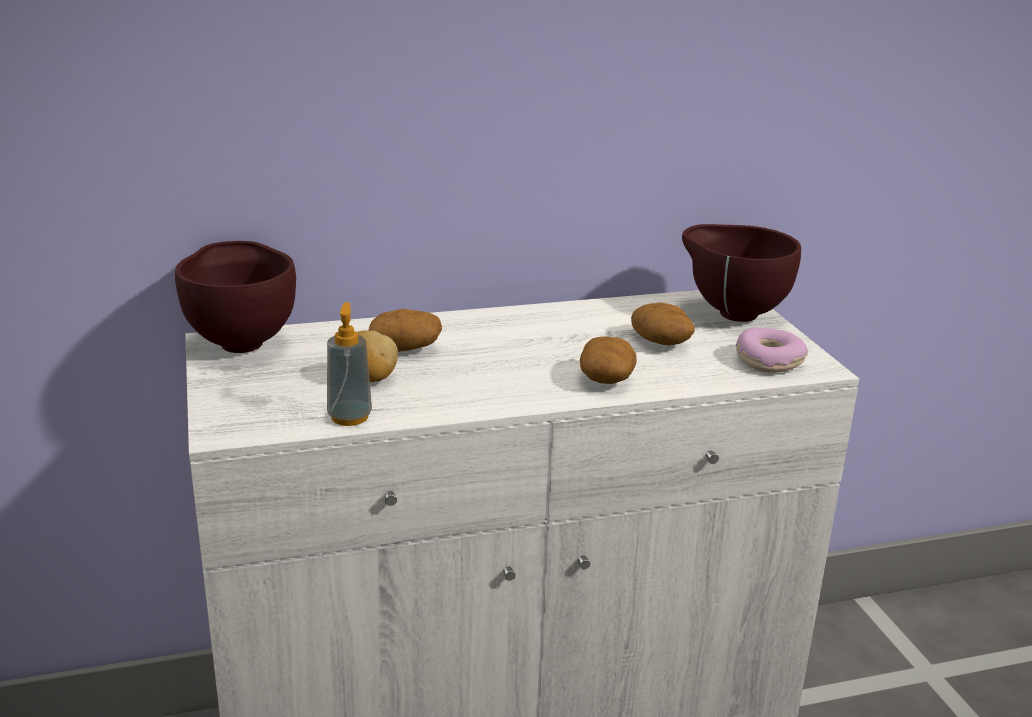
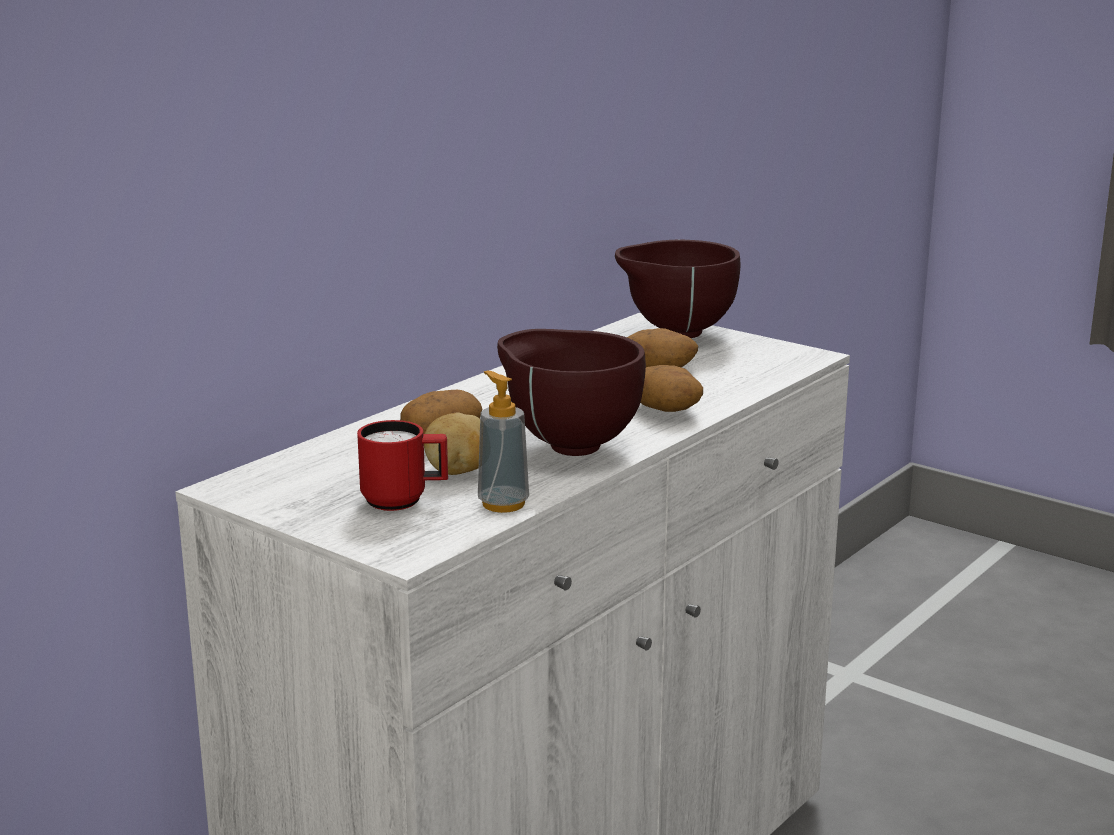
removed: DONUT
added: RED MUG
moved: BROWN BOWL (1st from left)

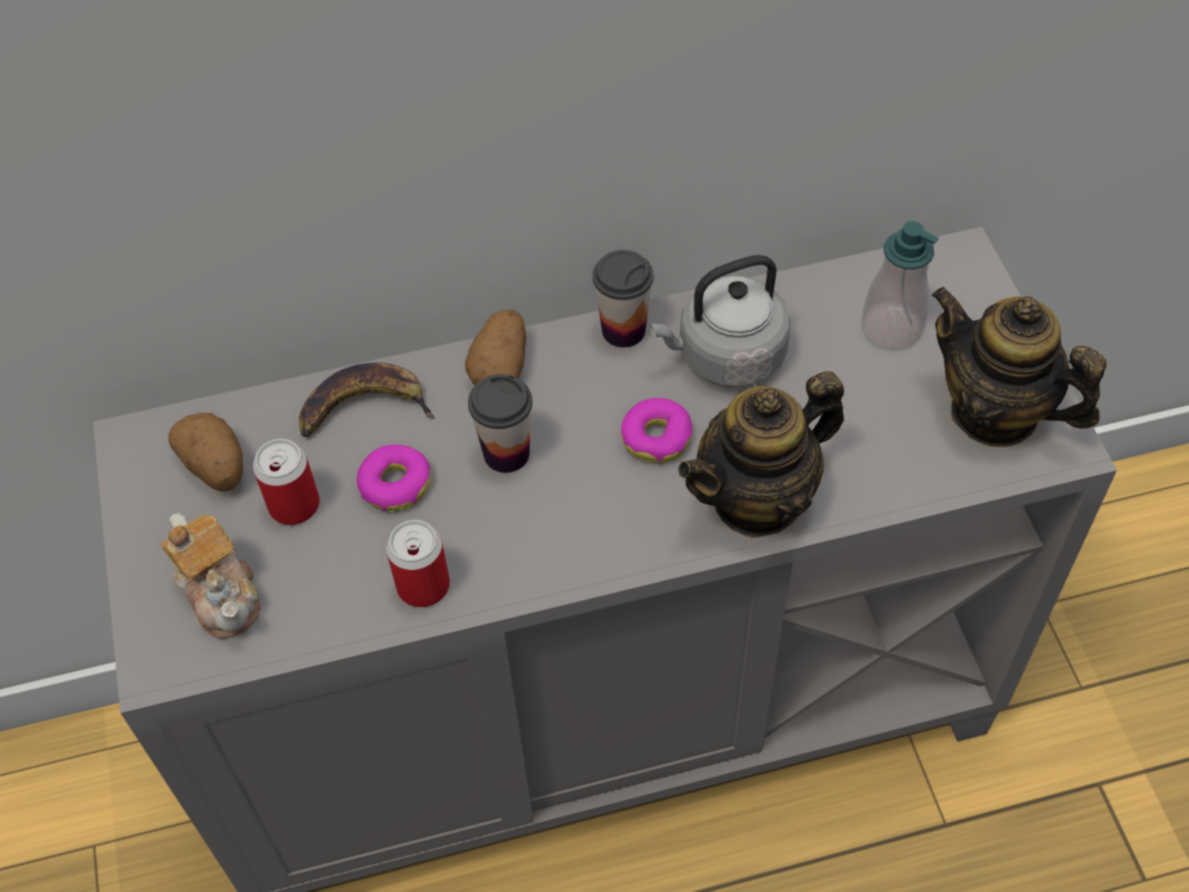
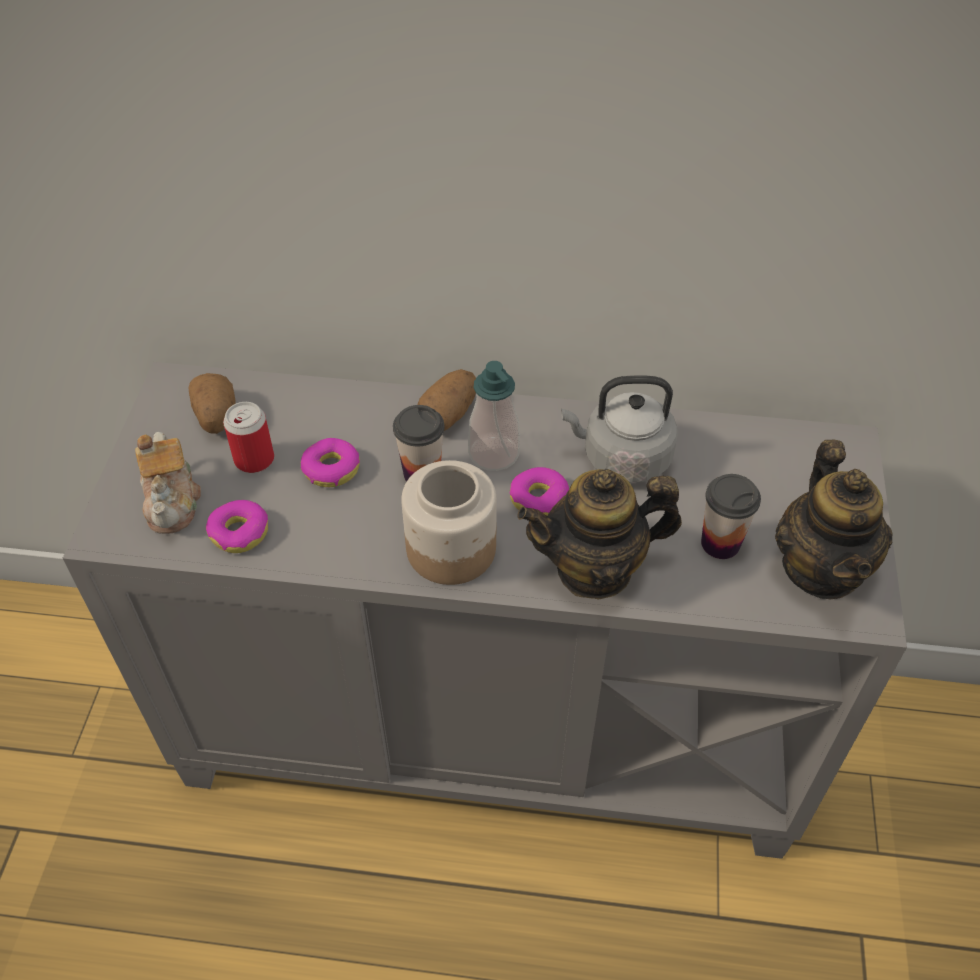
removed: BANANA; CAN (2nd from left)
added: DONUT (1st from left); JAR
moved: CUP (2nd from left); SOAP DISPENSER
turned: TEAPOT (3rd from left) 150 degrees counterclockwise

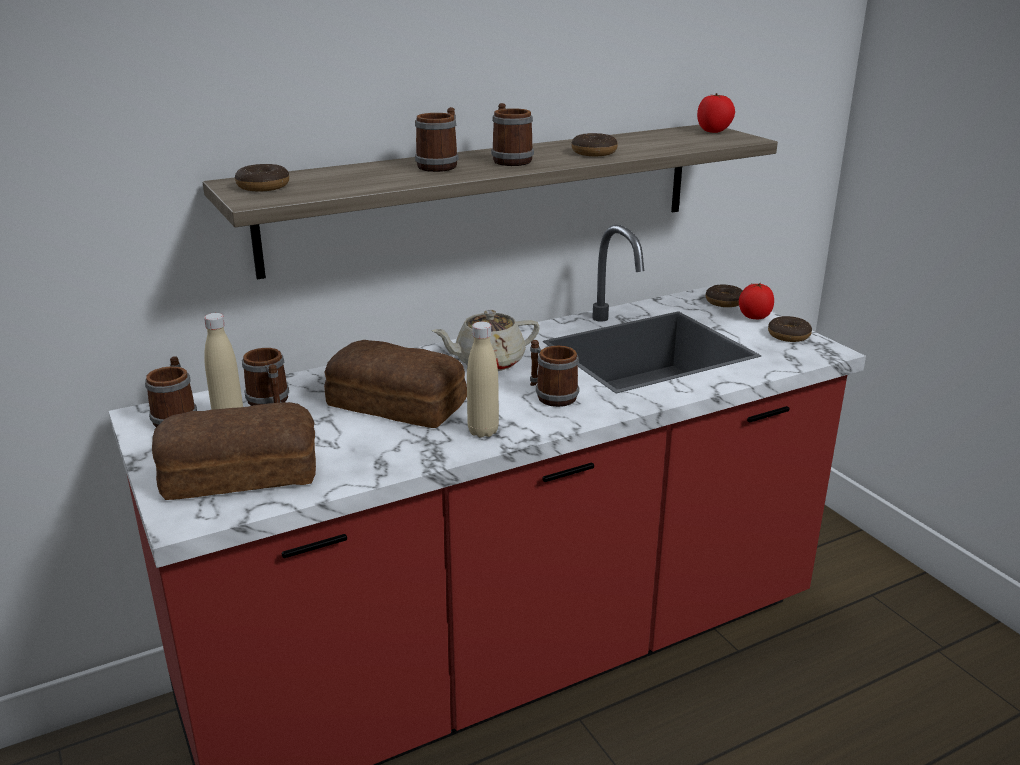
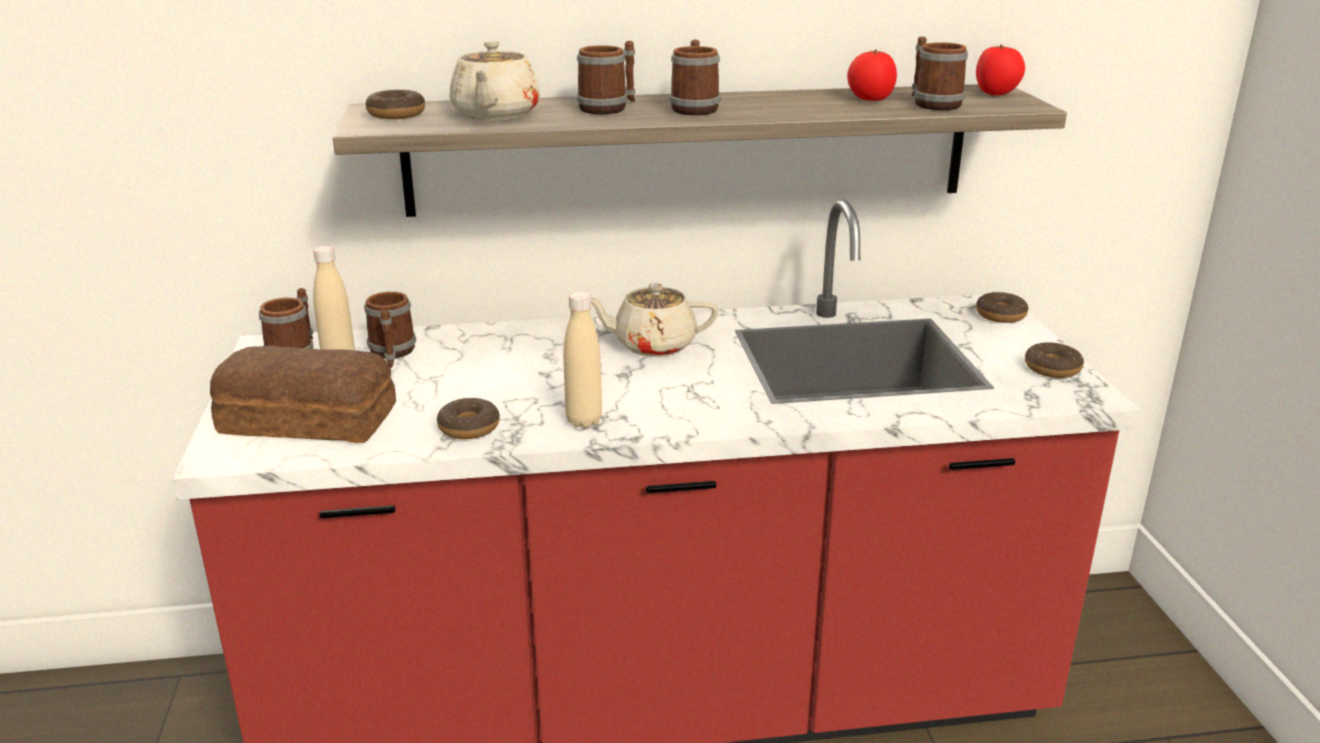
removed: BREAD (2nd from left)
added: BEIGE TEAPOT (1st from left)
moved: MUG (5th from left); DONUT (2nd from left); TOMATO (2nd from left in the first image) to TOMATO (1st from left)

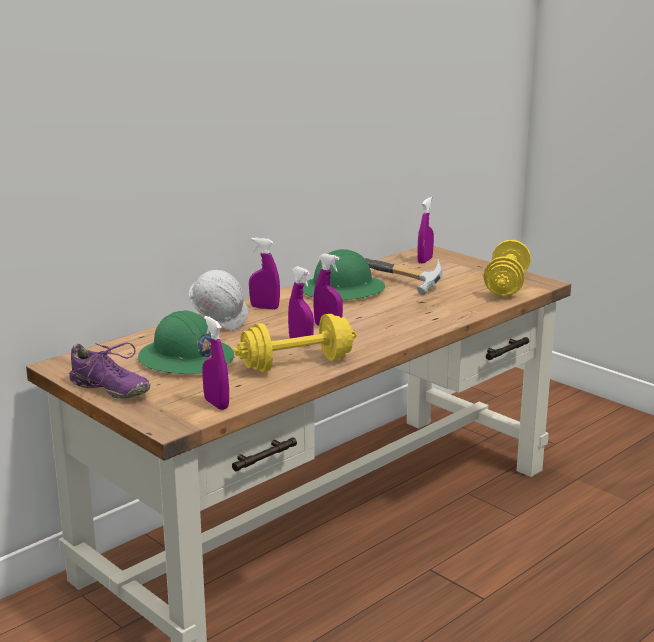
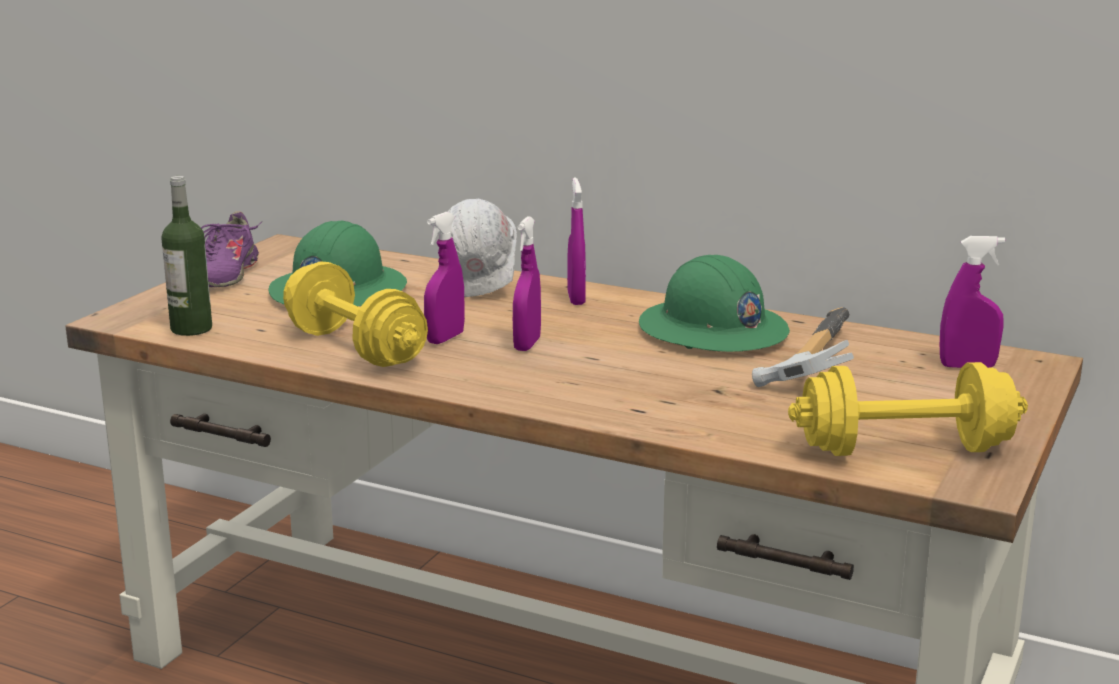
replaced: PURPLE SPRAY BOTTLE (1st from left) to BOTTLE

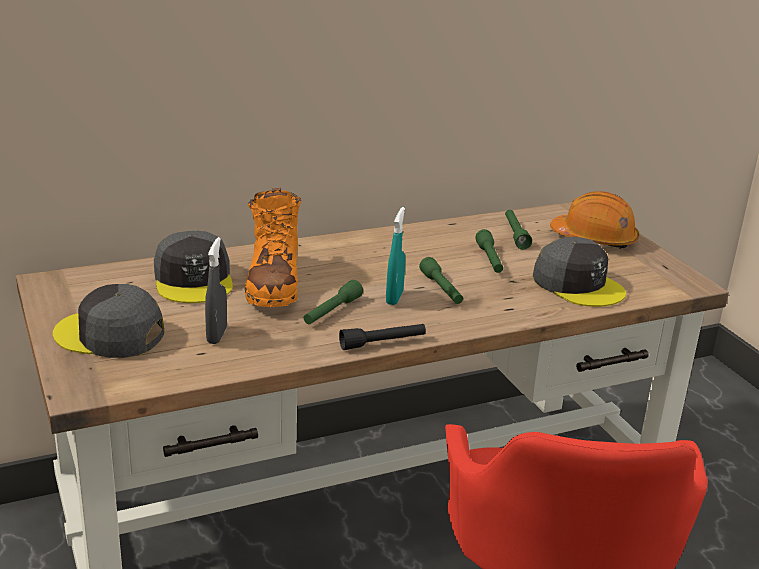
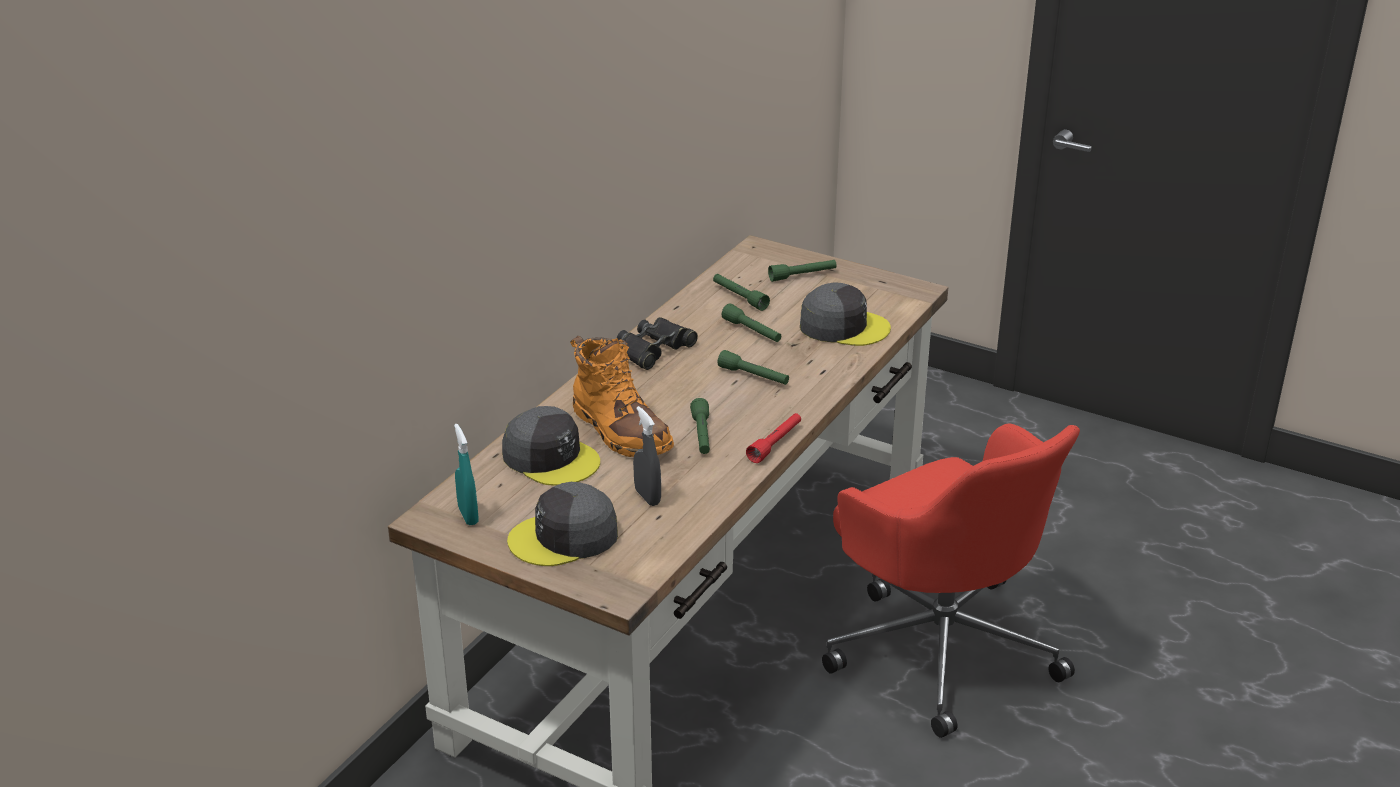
added: BLACK BINOCULARS
moved: TURQUOISE SPRAY BOTTLE
replaced: ORANGE HARD HAT to GREEN FLASHLIGHT (5th from left)
recoloured: BLACK FLASHLIGHT to RED FLASHLIGHT

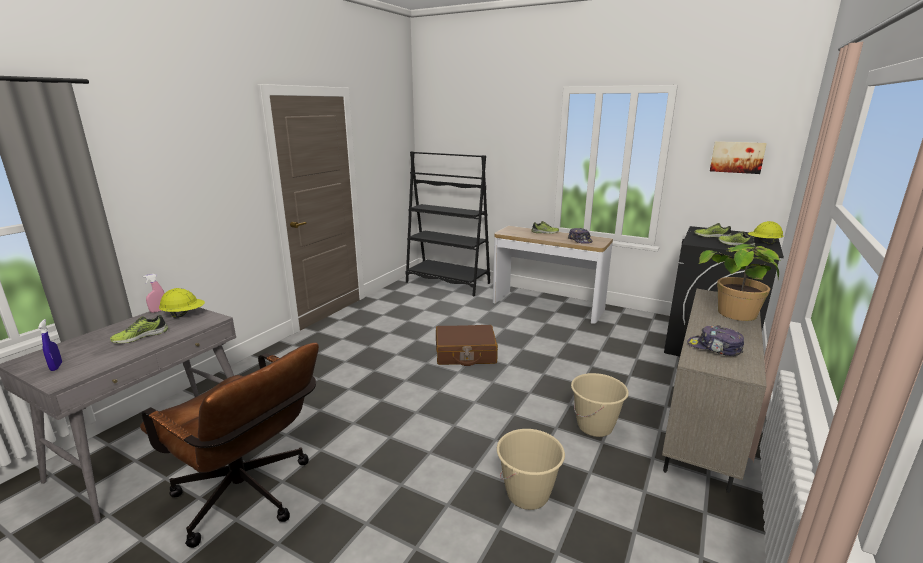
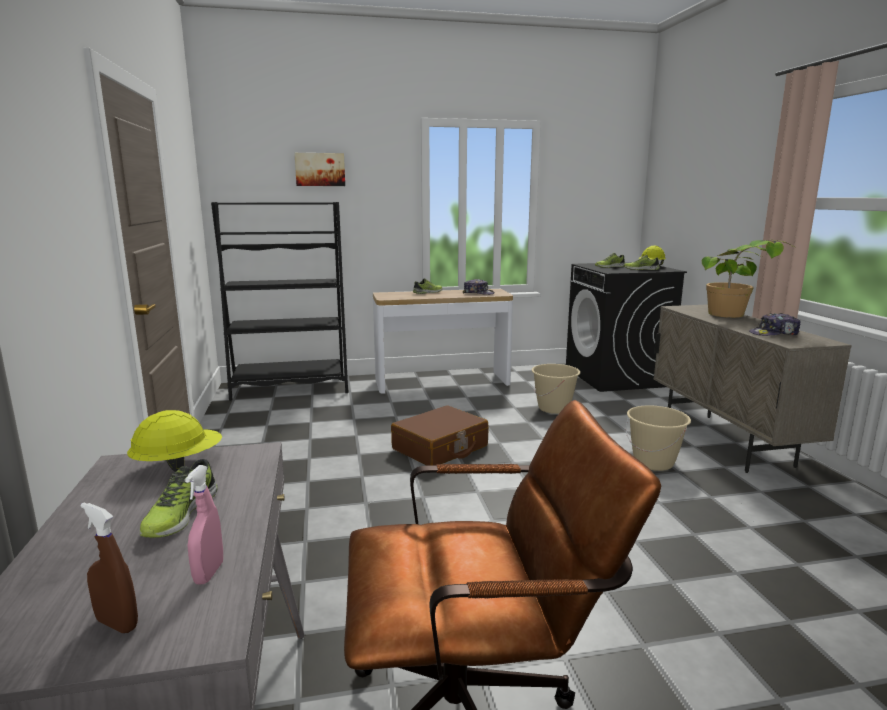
moved: PINK SPRAY BOTTLE; BEIGE BUCKET (1st from left); PICTURE
recoloured: BLUE SPRAY BOTTLE to BROWN SPRAY BOTTLE

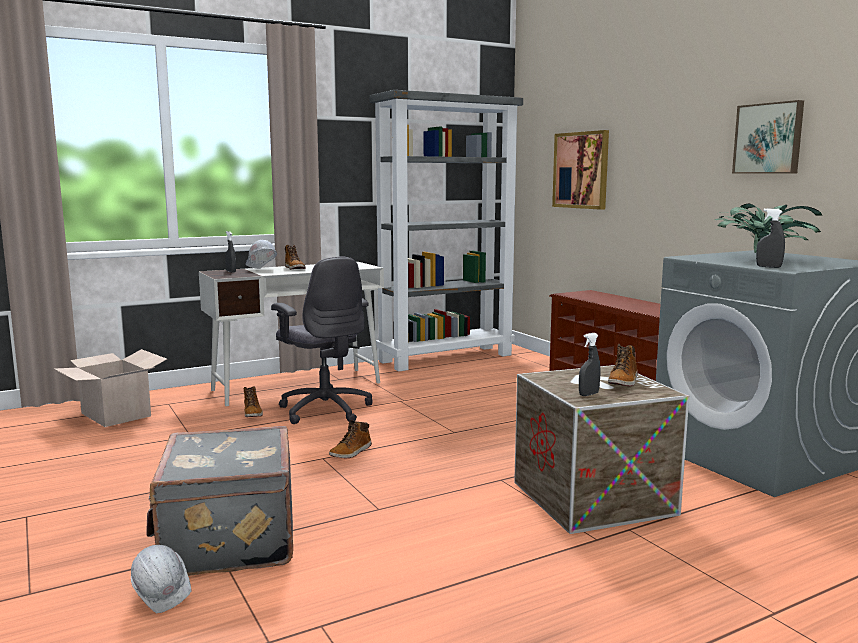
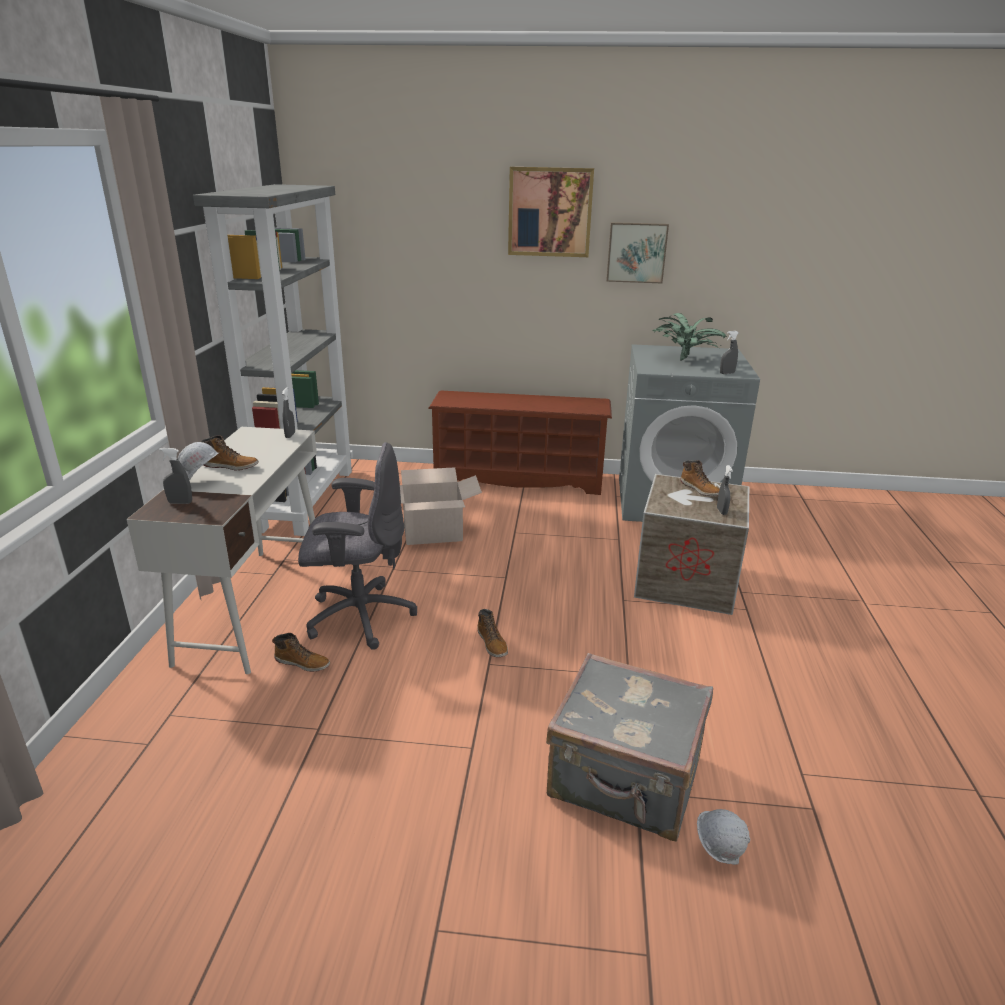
added: GREY SPRAY BOTTLE (2nd from left)
moved: CARDBOARD BOX; PICTURE (1st from left)

